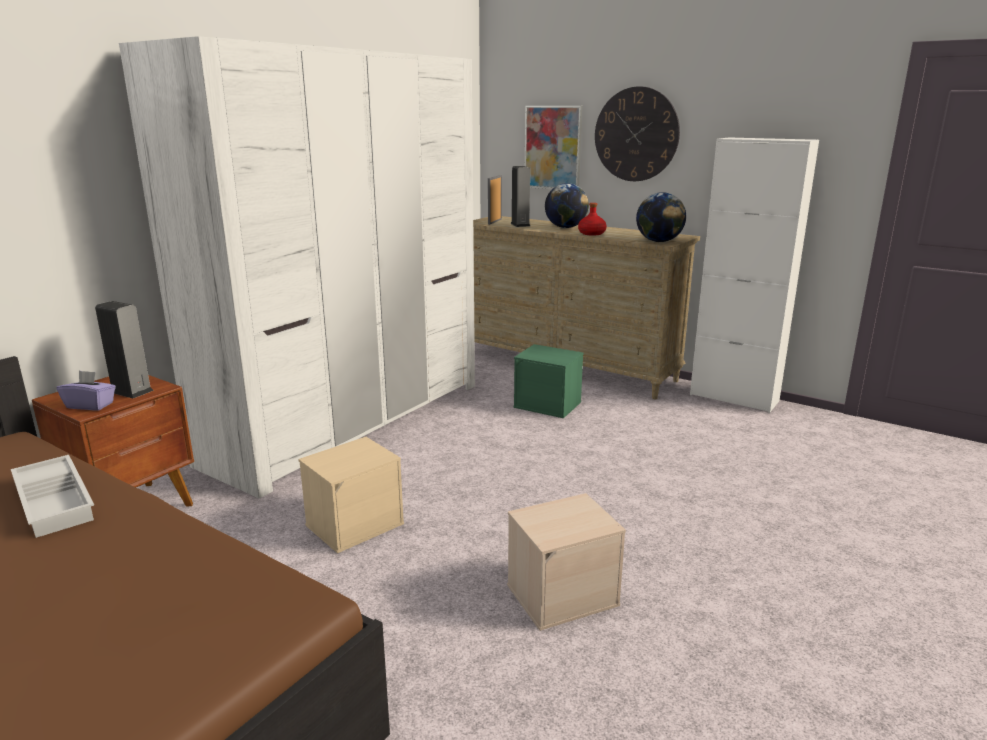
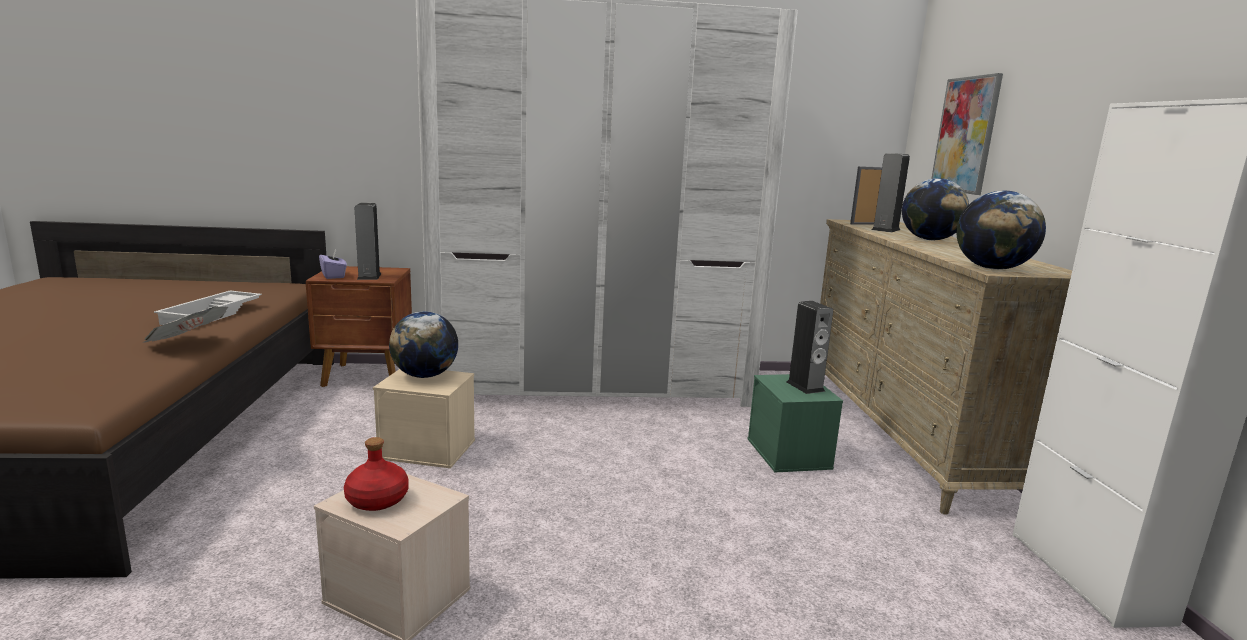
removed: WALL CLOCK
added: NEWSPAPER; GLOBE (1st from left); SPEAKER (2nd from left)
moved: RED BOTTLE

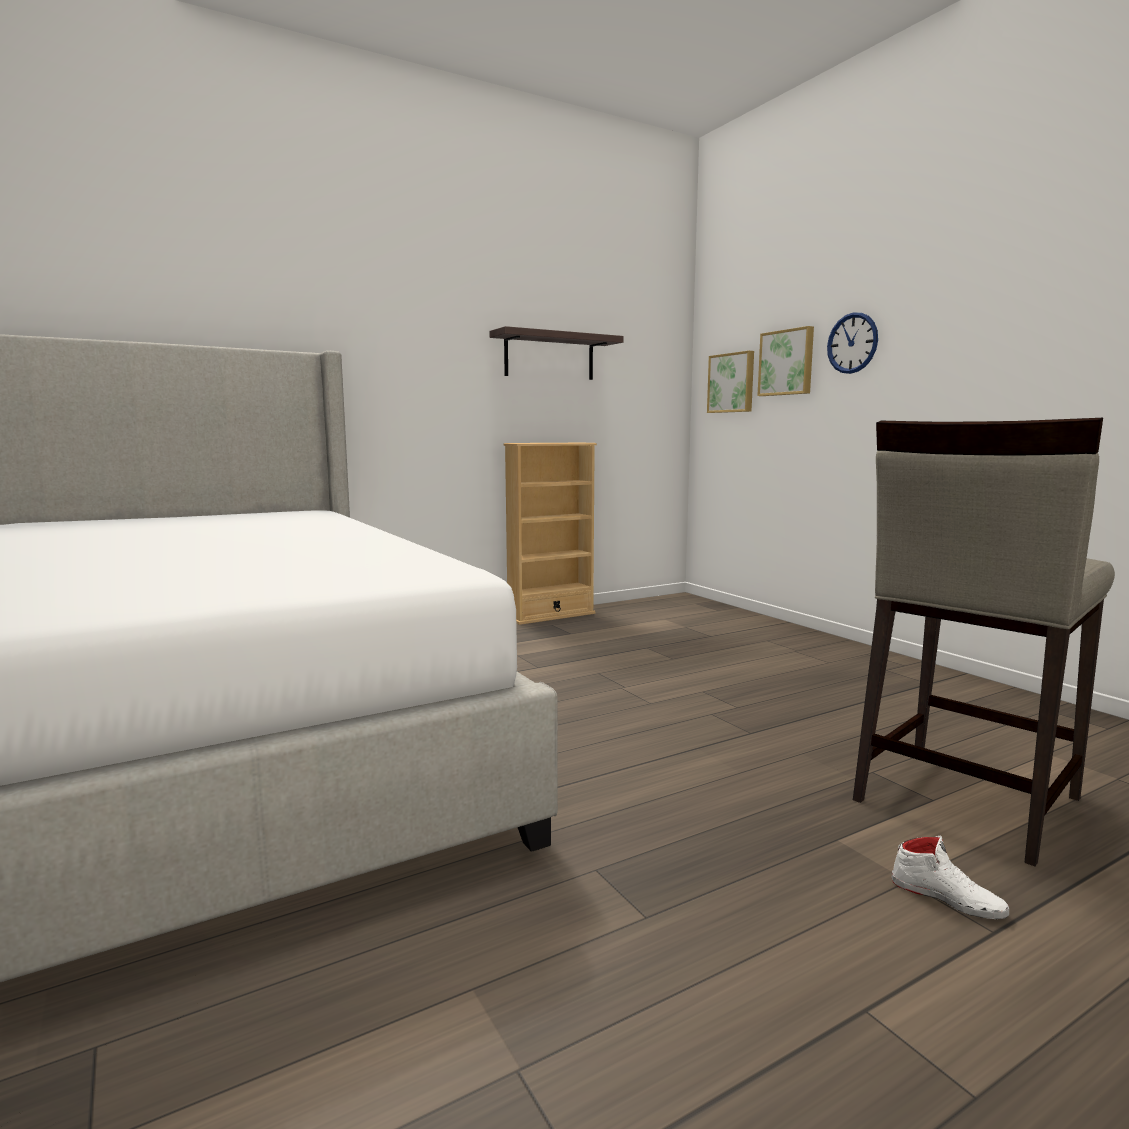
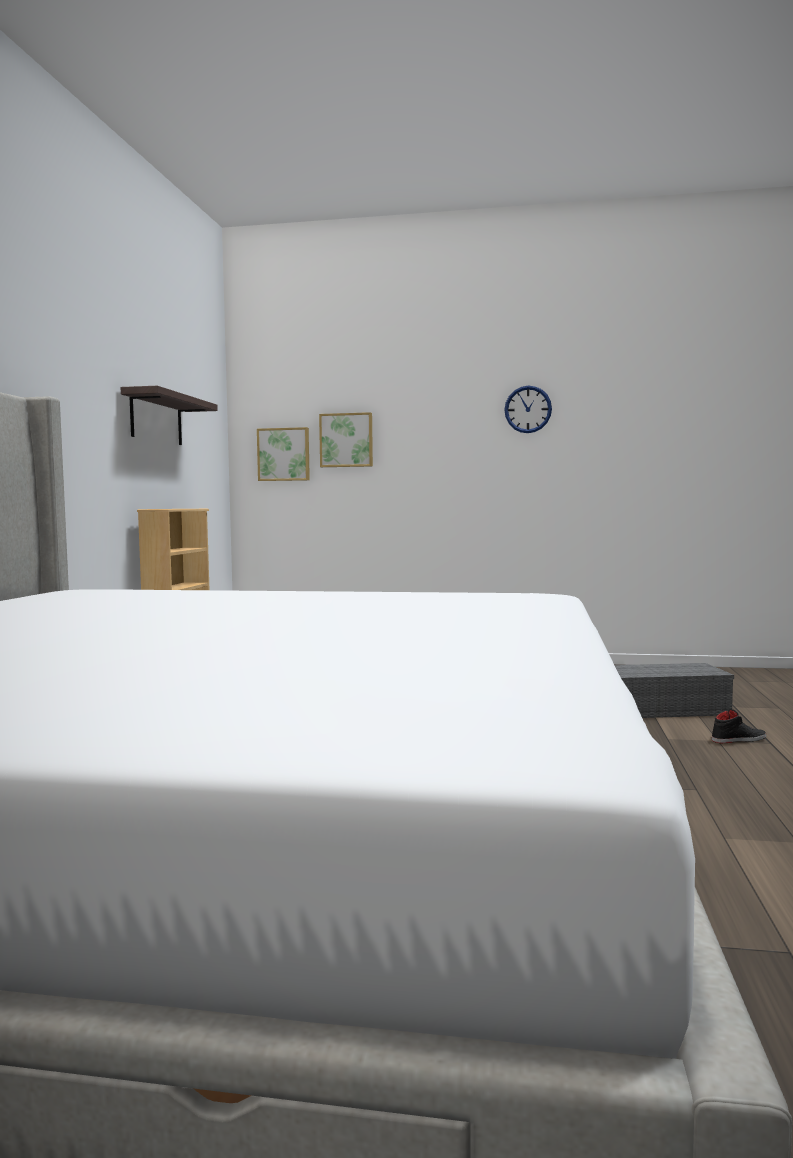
moved: WALL CLOCK
replaced: BEIGE STOOL to GREY STORAGE BOX
recoloured: WHITE SHOE to BLACK SHOE

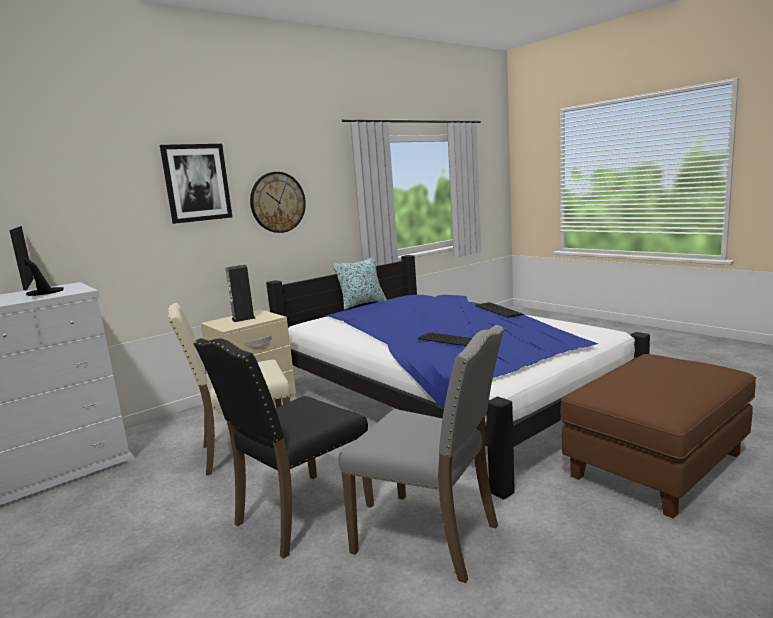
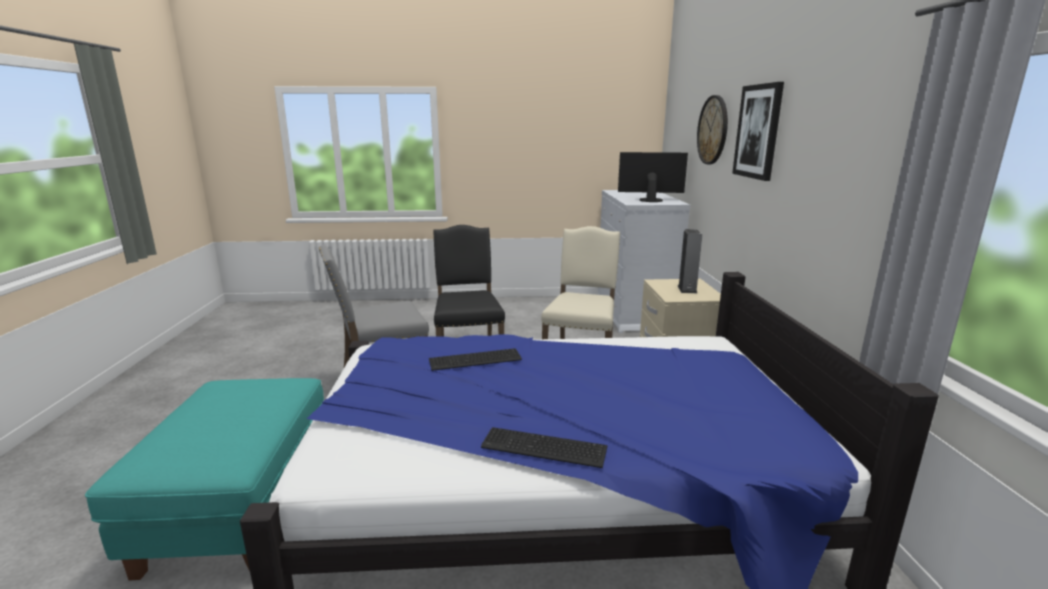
removed: PILLOW
moved: WALL CLOCK
recoloured: BROWN OTTOMAN to TURQUOISE OTTOMAN

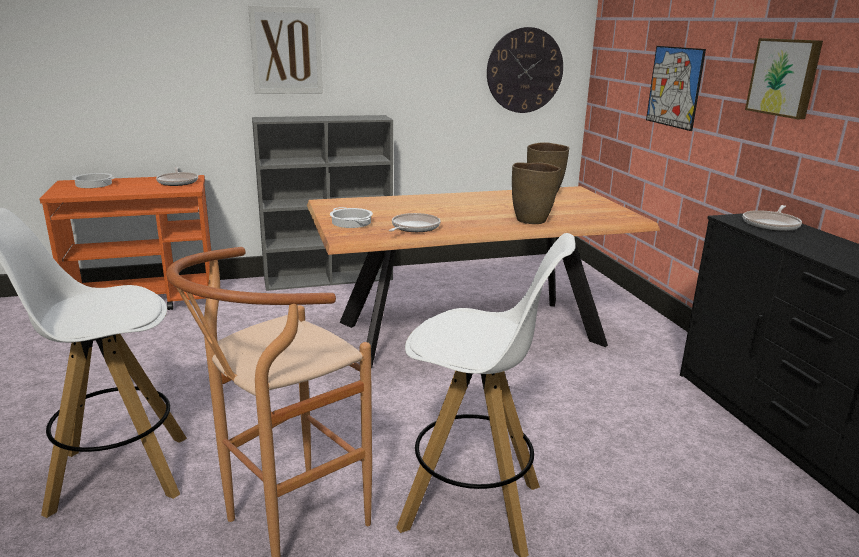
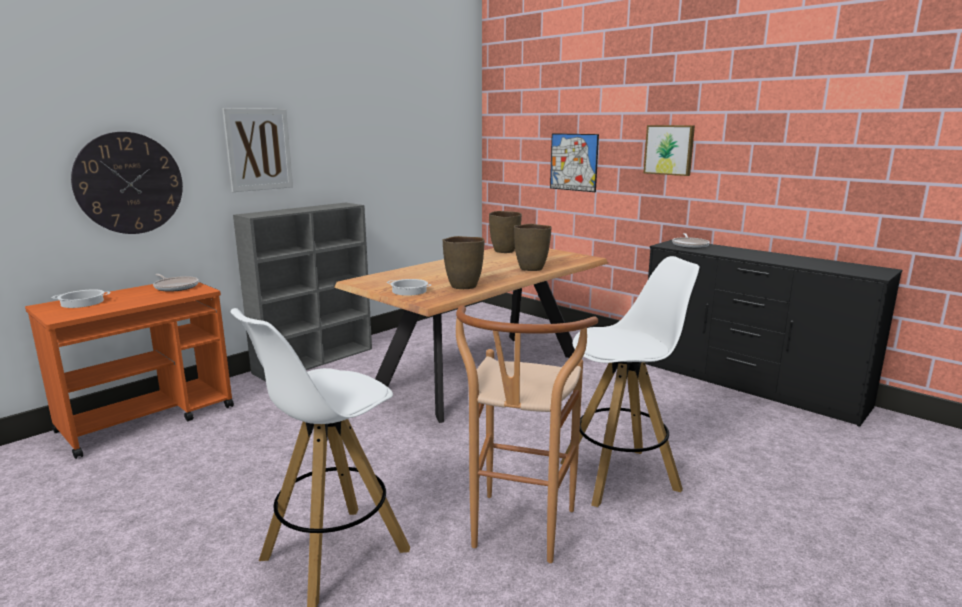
moved: WALL CLOCK
replaced: FRYING PAN (2nd from left) to BROWN VASE (1st from left)

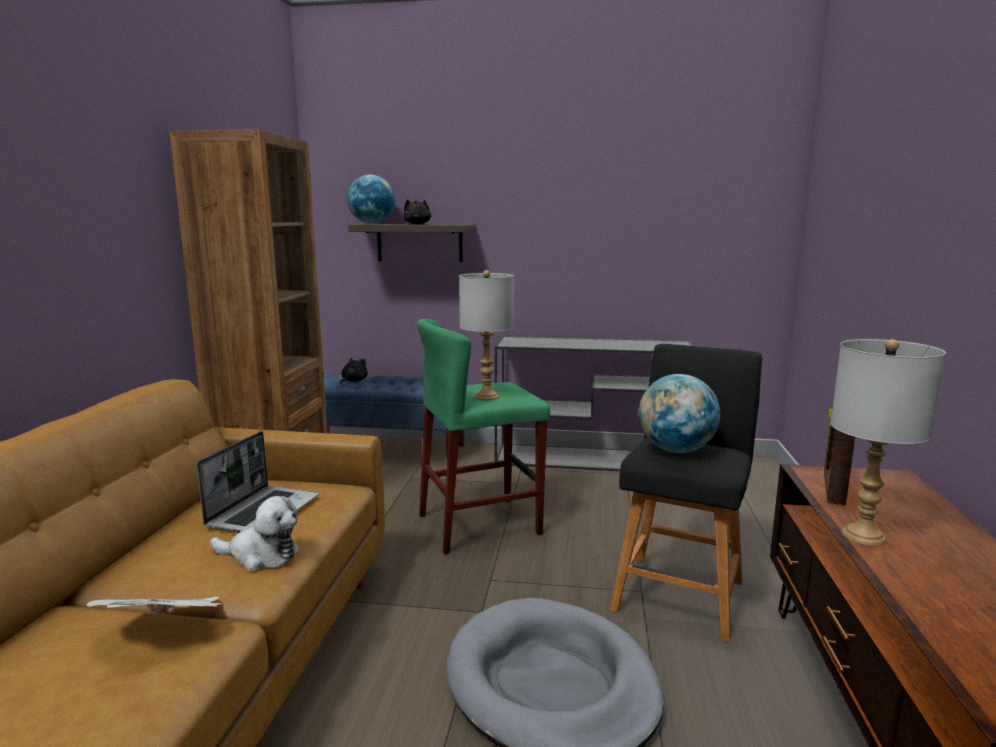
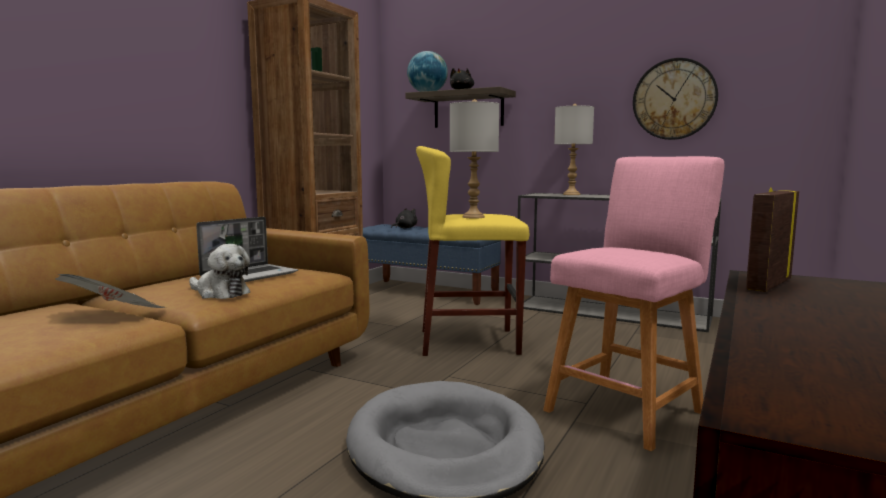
removed: GLOBE (2nd from left)
added: WALL CLOCK
moved: GREY TABLE LAMP (2nd from left)
recoloured: GREEN STOOL to YELLOW STOOL; BLACK STOOL to PINK STOOL

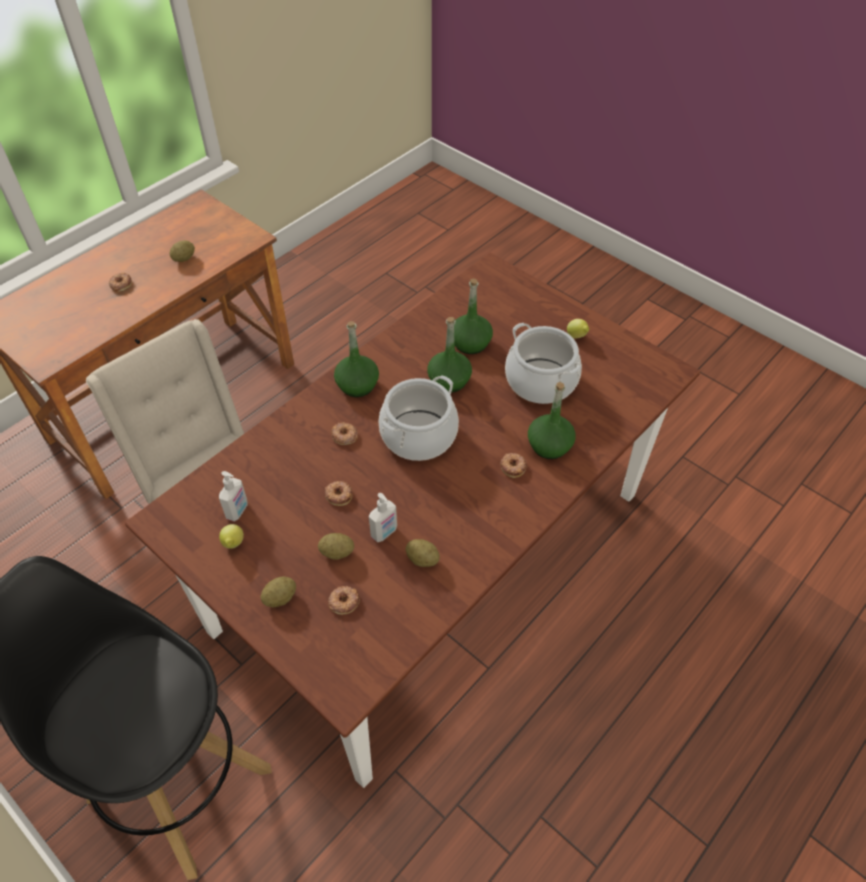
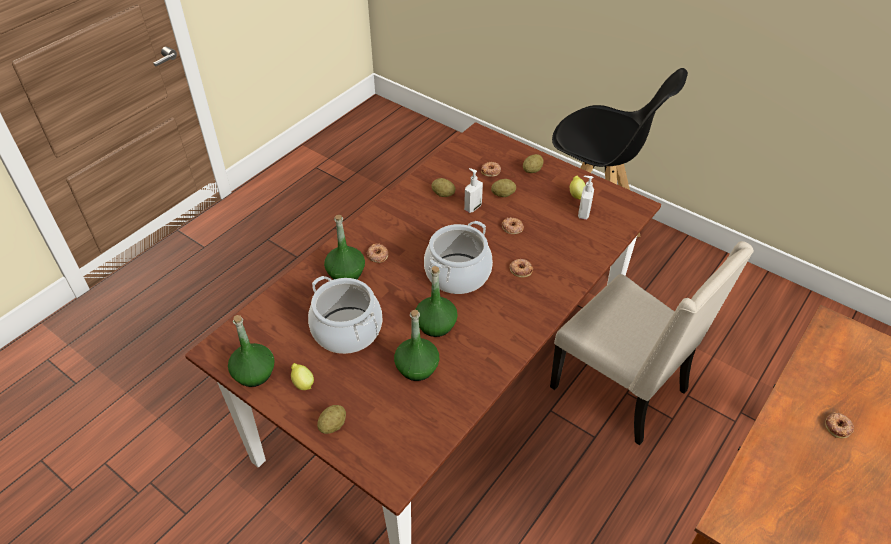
moved: POTATO (1st from left); GREEN BOTTLE (1st from left)

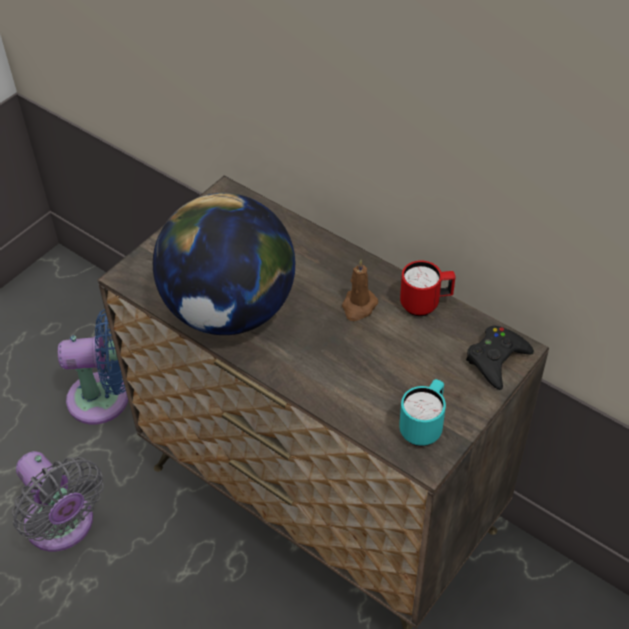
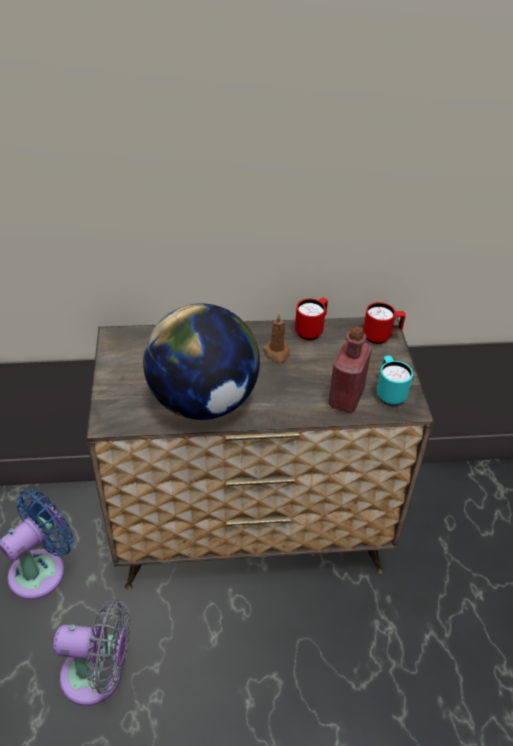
added: RED BOTTLE
replaced: BLACK GAME CONTROLLER to RED MUG (2nd from left)

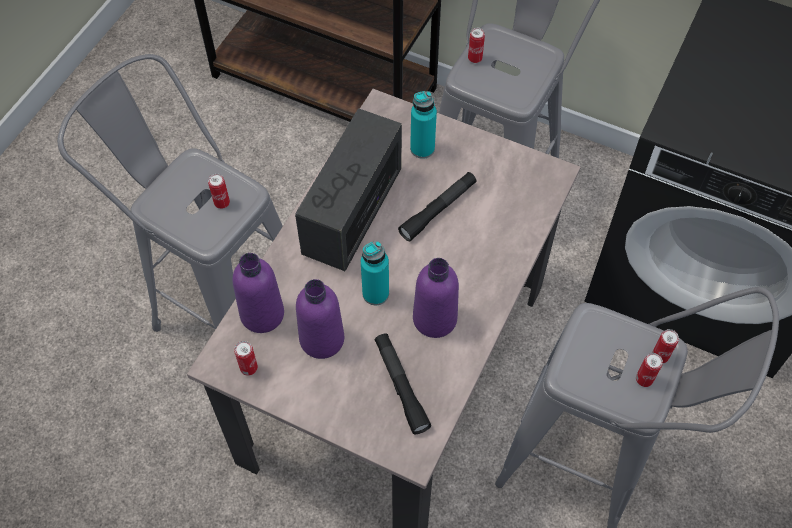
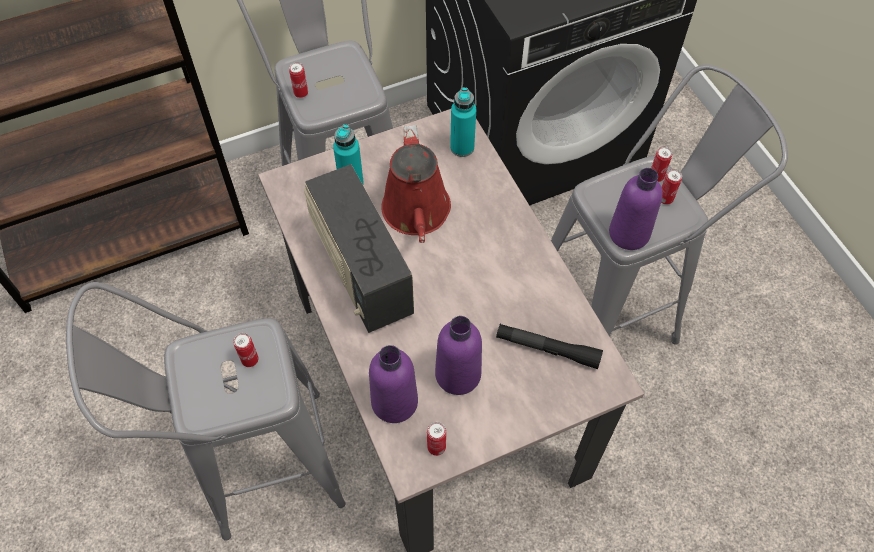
moved: TURQUOISE BOTTLE (1st from left in the first image) to TURQUOISE BOTTLE (2nd from left); PURPLE BOTTLE (3rd from left)
replaced: BLACK FLASHLIGHT (2nd from left) to RED WATERING CAN

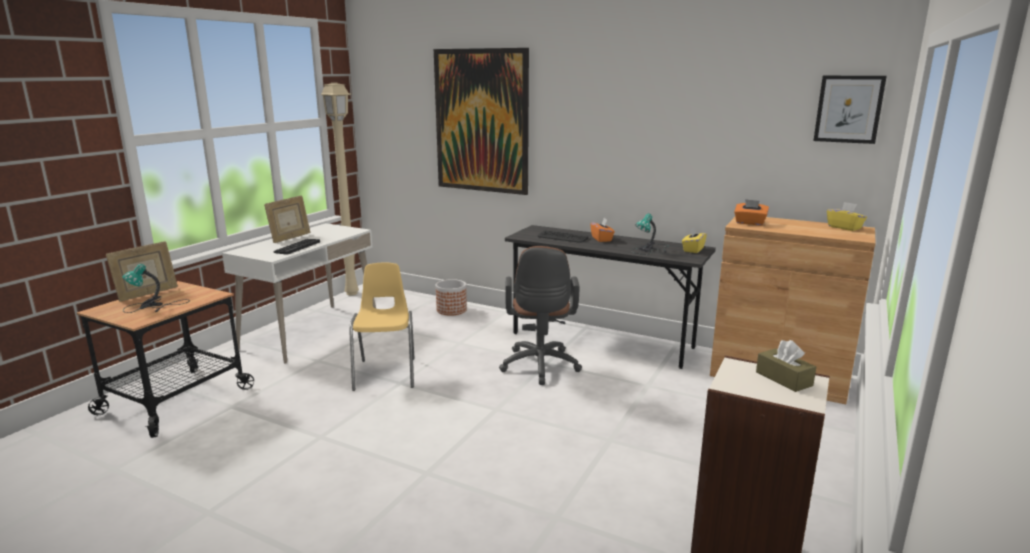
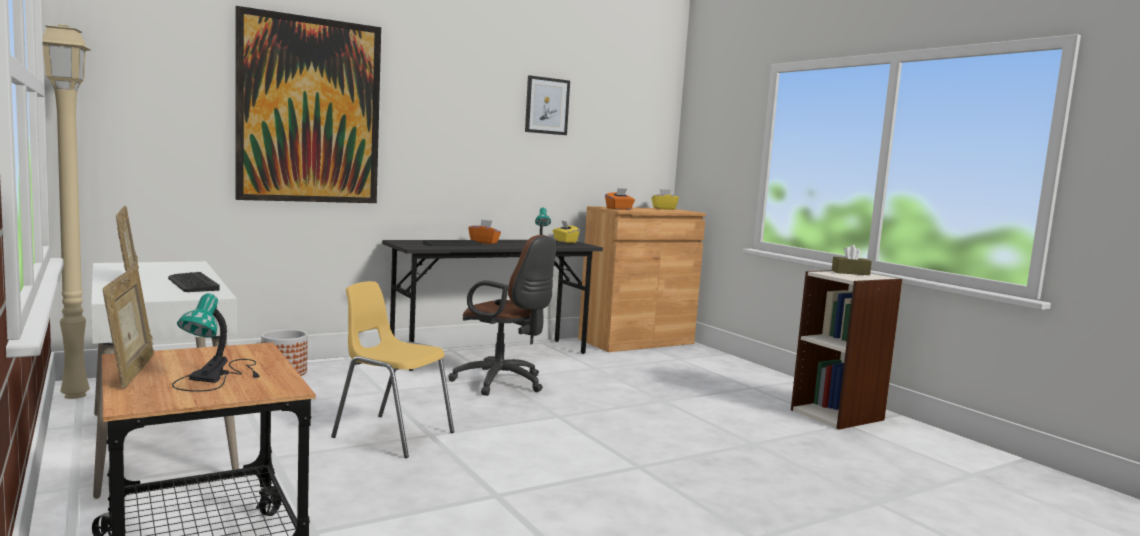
moved: PICTURE (2nd from left)

